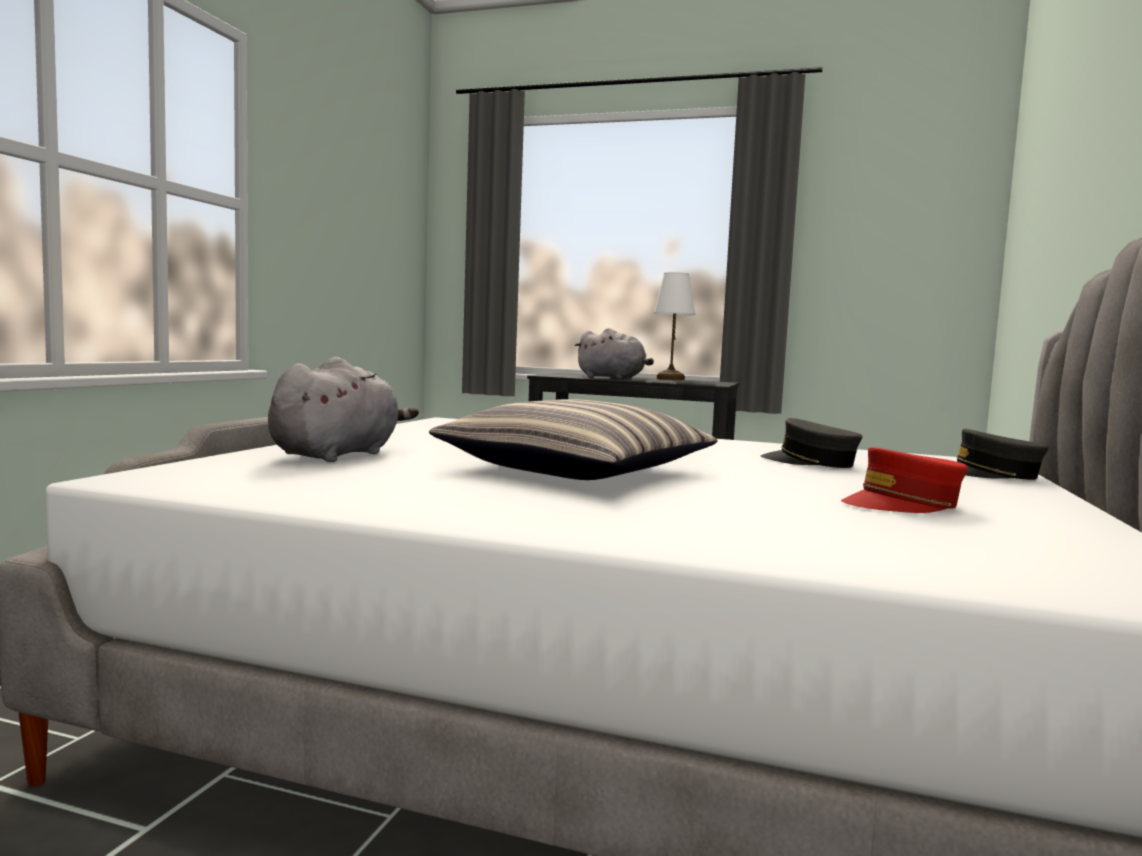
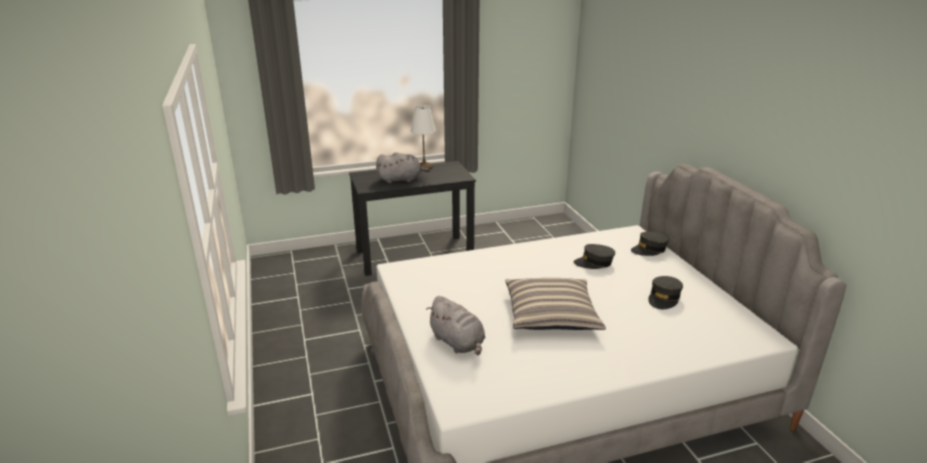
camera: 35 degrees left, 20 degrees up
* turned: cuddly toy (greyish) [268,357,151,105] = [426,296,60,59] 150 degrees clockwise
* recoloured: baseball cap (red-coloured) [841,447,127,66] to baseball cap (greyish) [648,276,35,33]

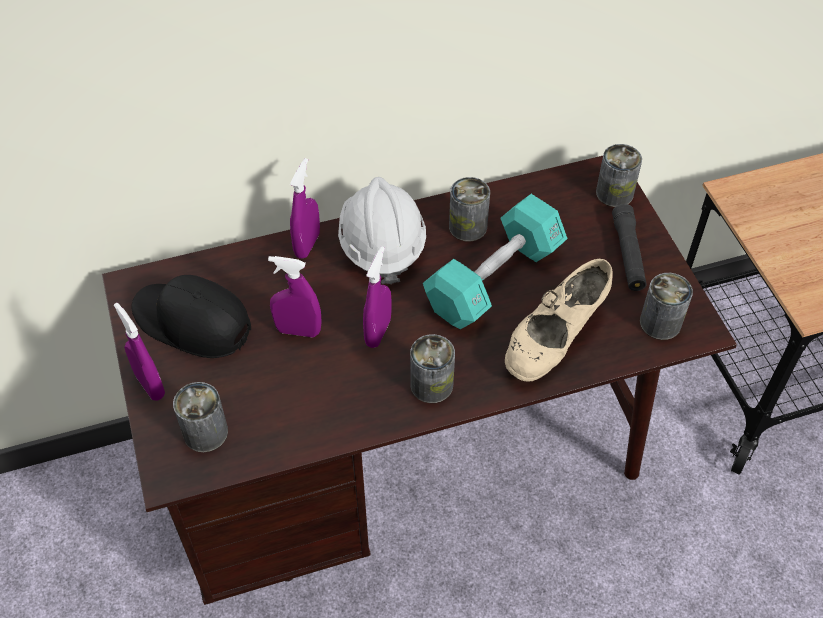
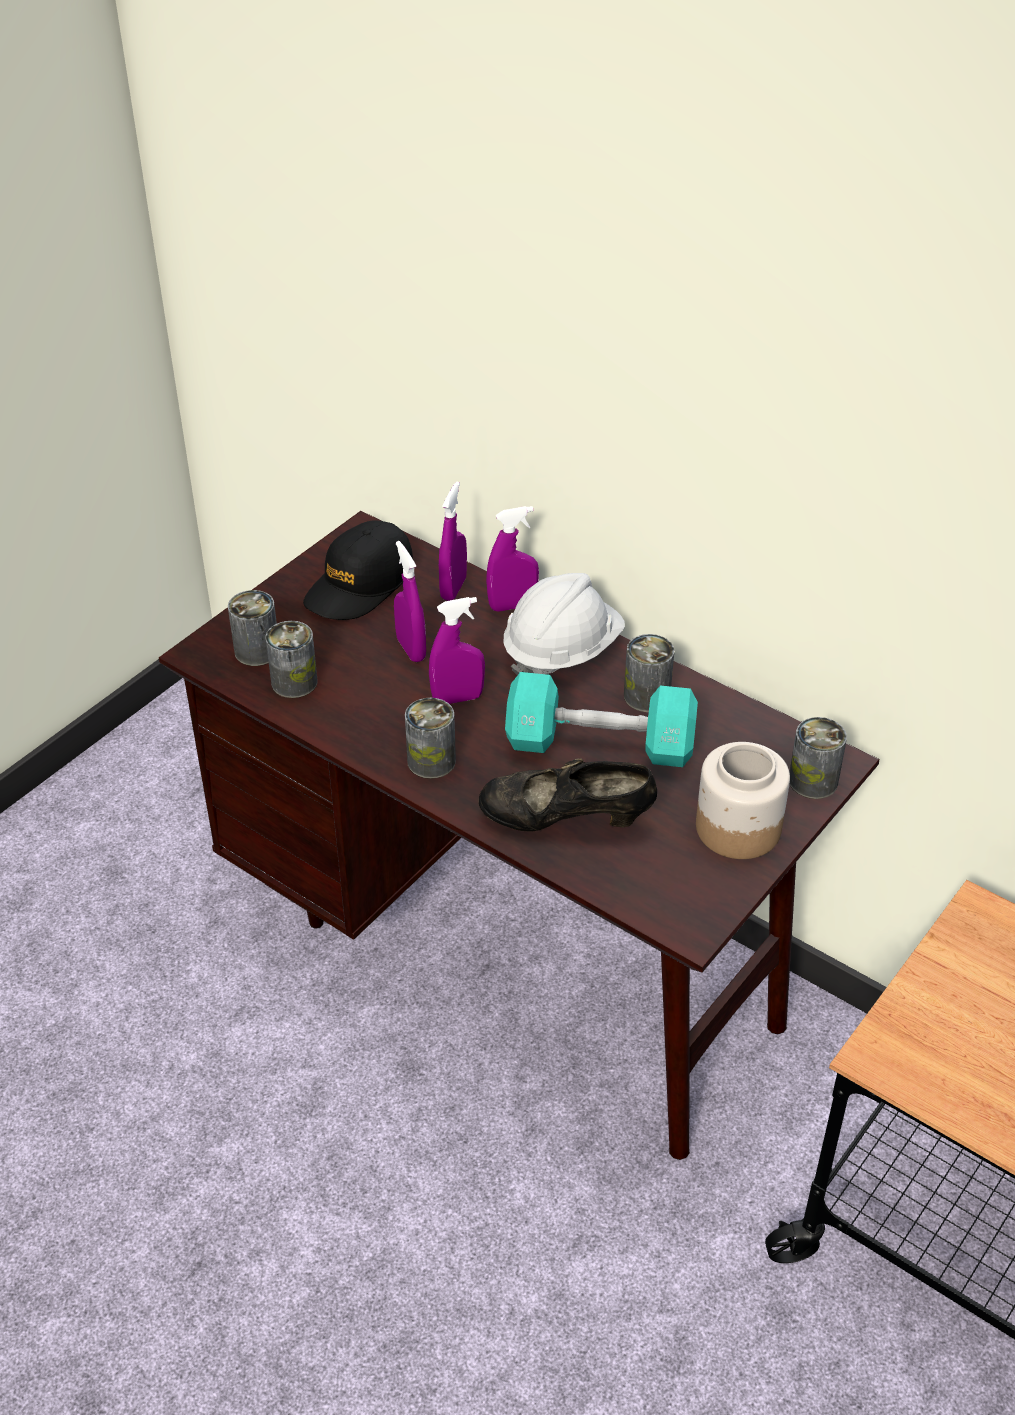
camera: 55 degrees right, 10 degrees down
* moved: sealed can [640,273,53,67] to [266,621,52,77]
* turned: baseball cap (blackish) [131,275,120,83] = [303,520,111,100] 135 degrees counterclockwise
* moved: spray bottle (purplish) [114,303,51,97] to [439,482,28,119]
* recoloured: shoe (sand-coloured) [505,259,108,123] to shoe (blackish) [479,758,178,74]
* replaced: flashlight (blackish) [612,204,35,87] to storage jar [696,742,94,117]

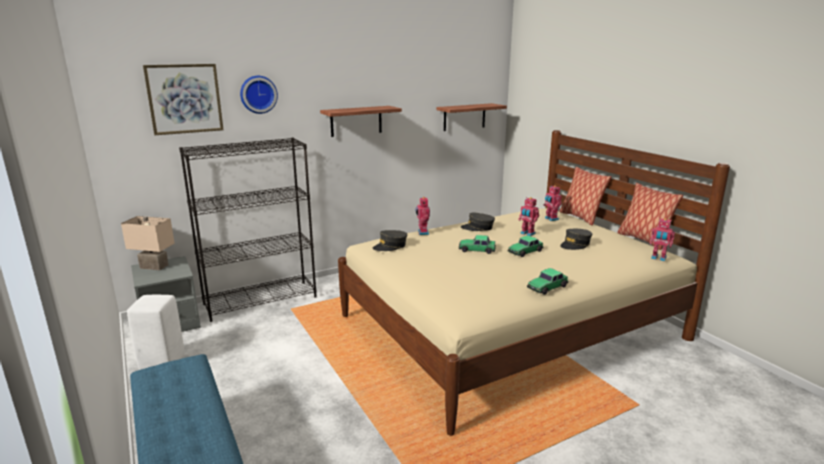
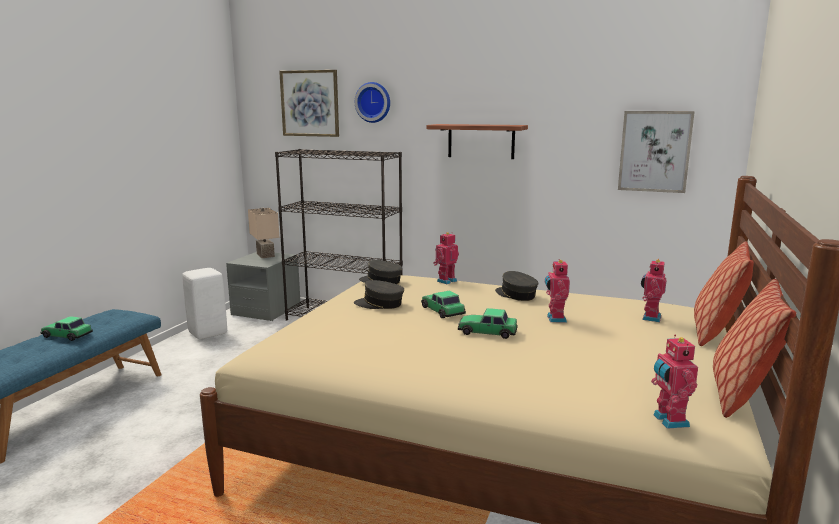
camera: 50 degrees right, 5 degrees down
* moved: toy car [527,268,41,27] to [41,316,52,25]
* moved: baseball cap (greyish) [560,229,32,21] to [354,280,50,29]
* replaced: shelf [436,103,71,28] to wall art [618,111,77,82]

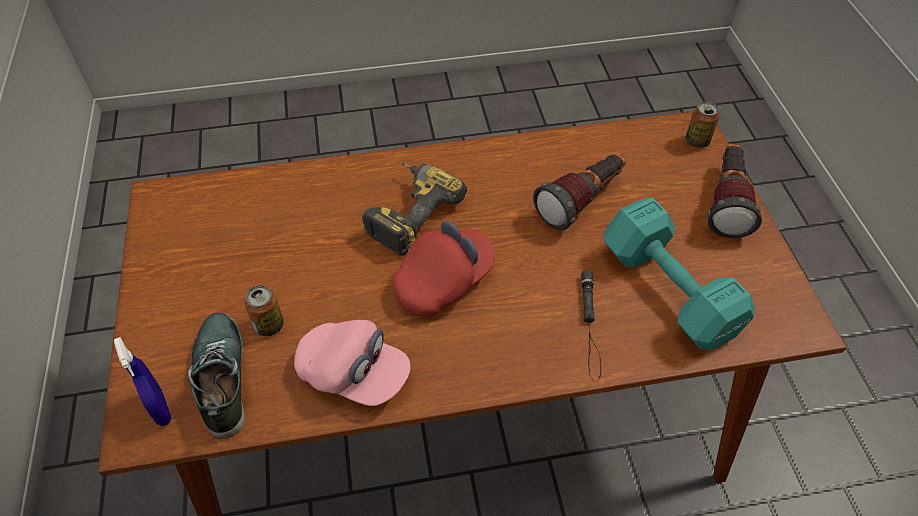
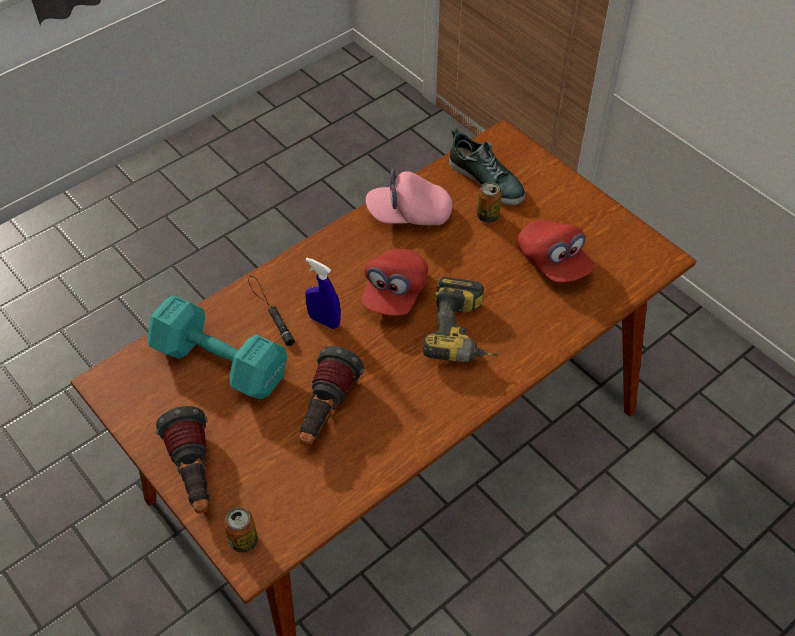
camera: 150 degrees right, 0 degrees up
* moved: spray bottle (bluish) [114,337,58,89] to [305,257,36,72]
* added: baseball cap (red-coloured) [517,220,77,62]

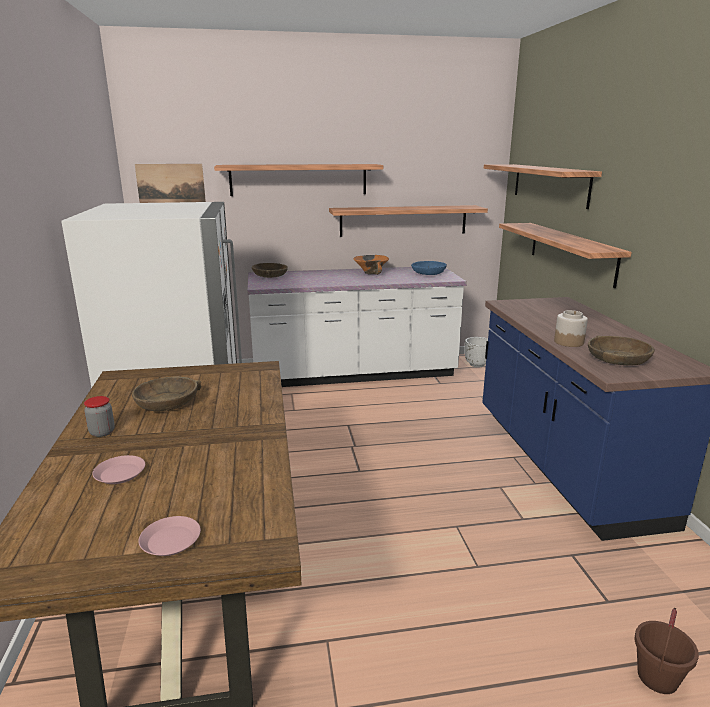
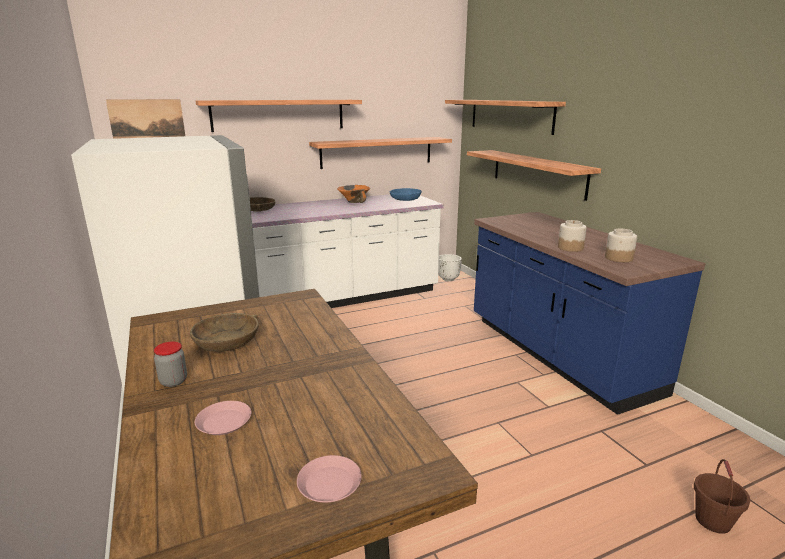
camera: 15 degrees left, 0 degrees up
* replaced: deep dish (brown-coloured) [588,335,67,30] to storage jar [605,228,32,34]

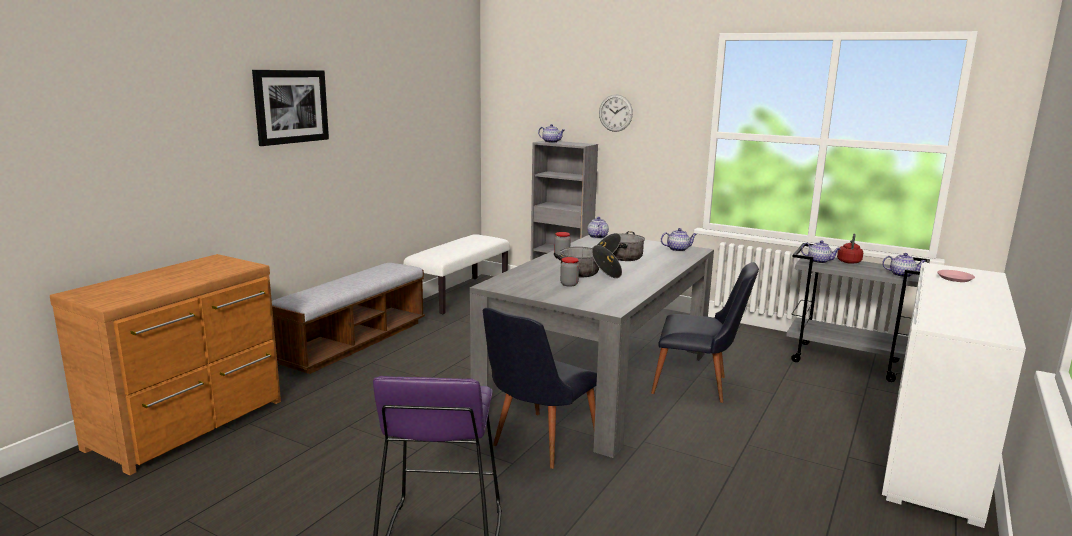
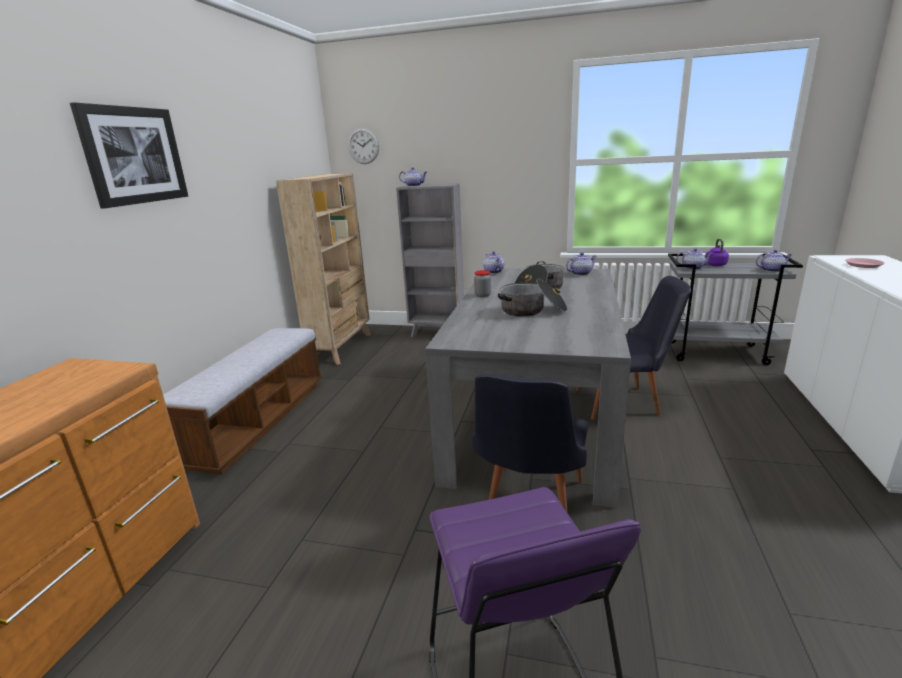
camera: 15 degrees left, 5 degrees up
* replaced: long seat (whitish) [403,234,107,80] to bookcase (sand-coloured) [276,173,95,192]
* moved: wall clock [599,94,34,38] to [348,128,31,36]
* recoloured: tea kettle (red-coloured) [837,233,26,31] to tea kettle (purplish) [705,239,24,27]
* removed: storage jar [560,257,19,30]

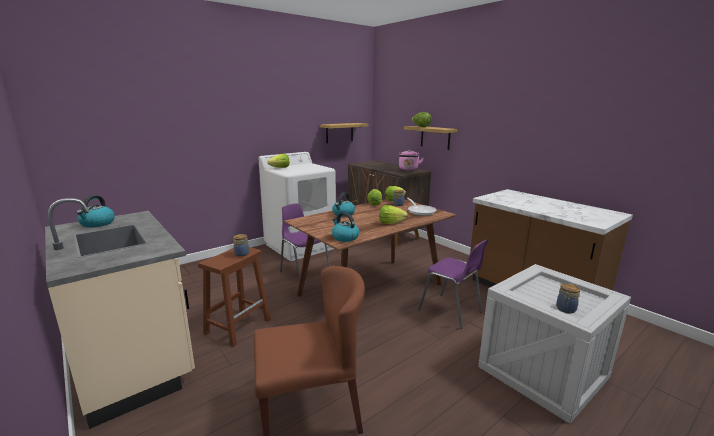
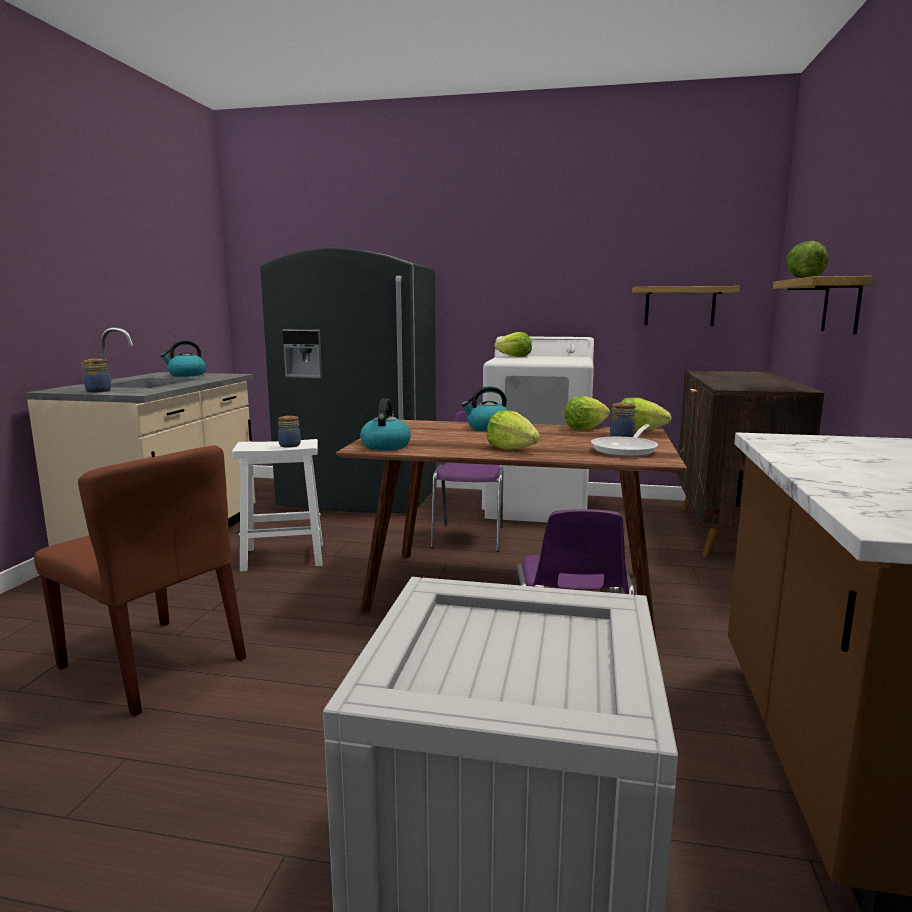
camera: 50 degrees right, 5 degrees down
* moved: storage jar [556,283,24,30] to [81,359,30,33]
* recoloured: stool (brown-coloured) [198,247,73,100] to stool (whitish) [232,439,91,133]
* added: kitchen fridge (greyish) [260,247,176,266]
* removed: tea kettle (pink) [399,150,25,20]

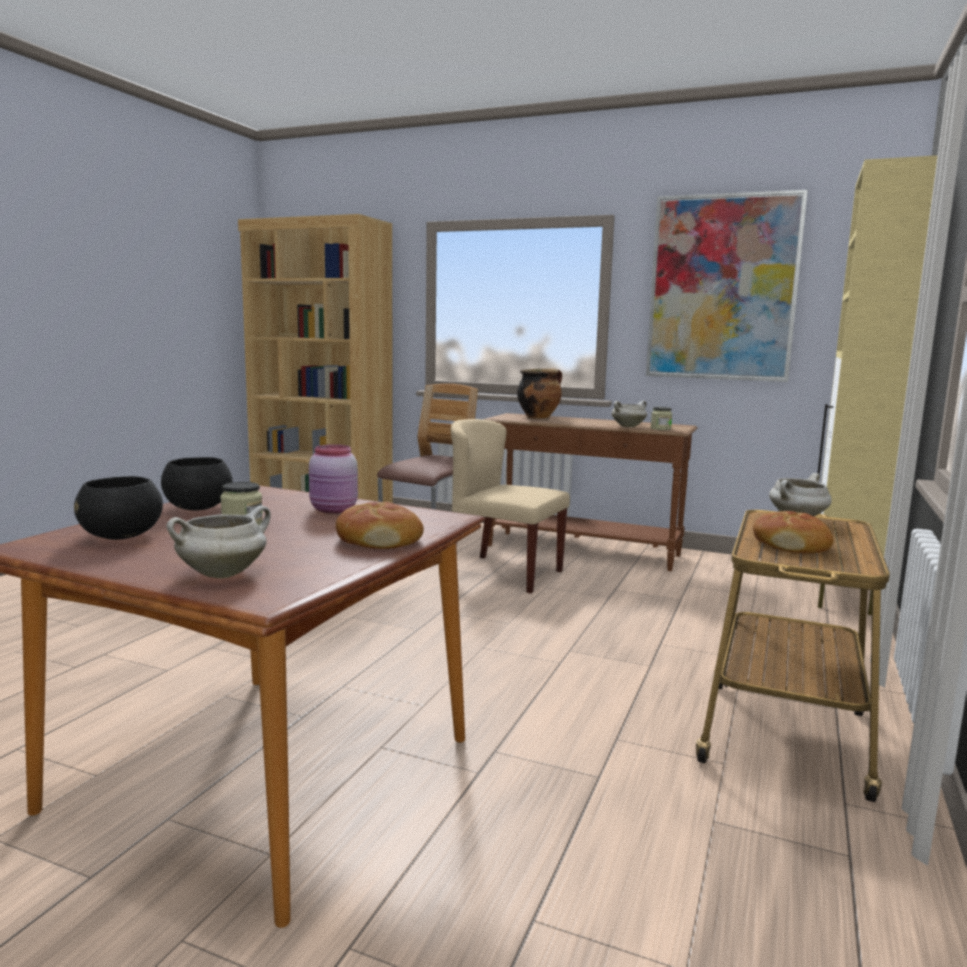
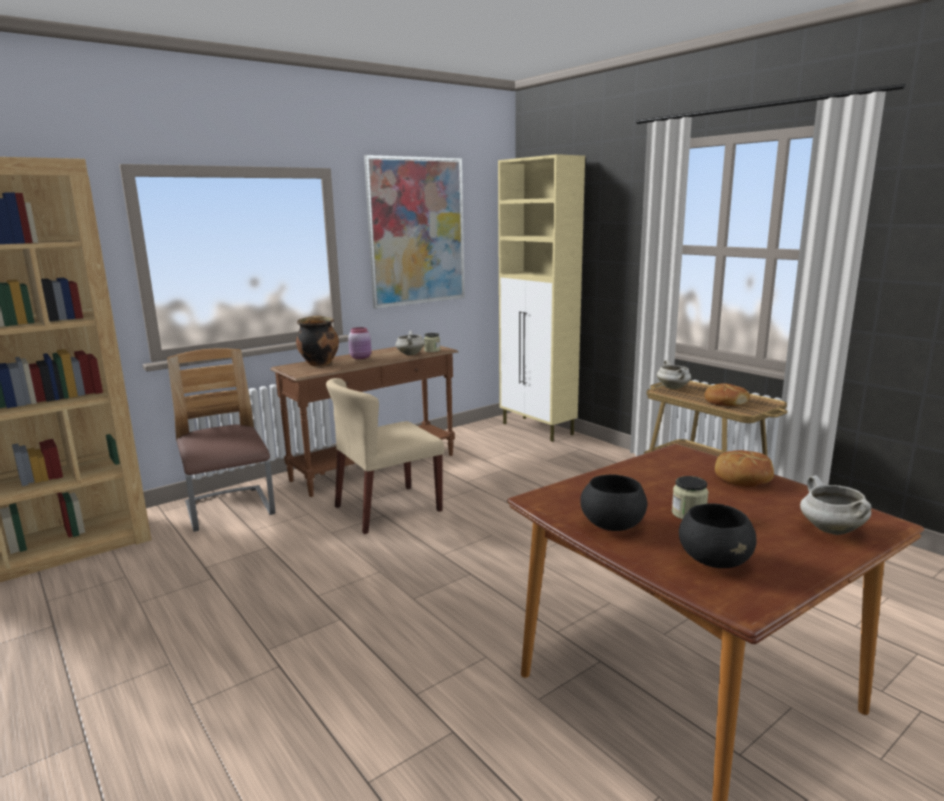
camera: 60 degrees left, 5 degrees up
* moved: storage jar (pink) [309,444,49,69] to [348,327,24,32]

